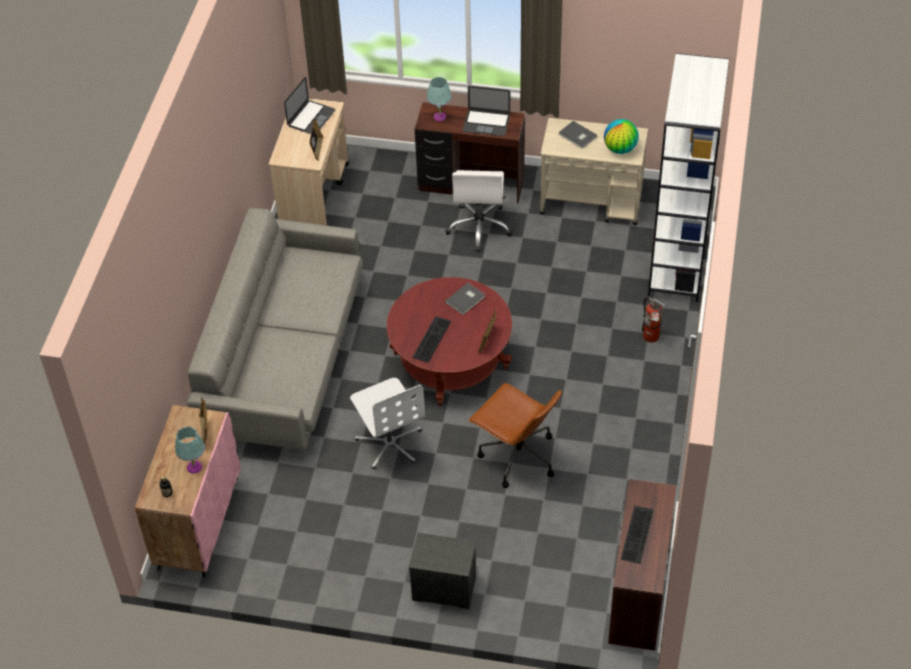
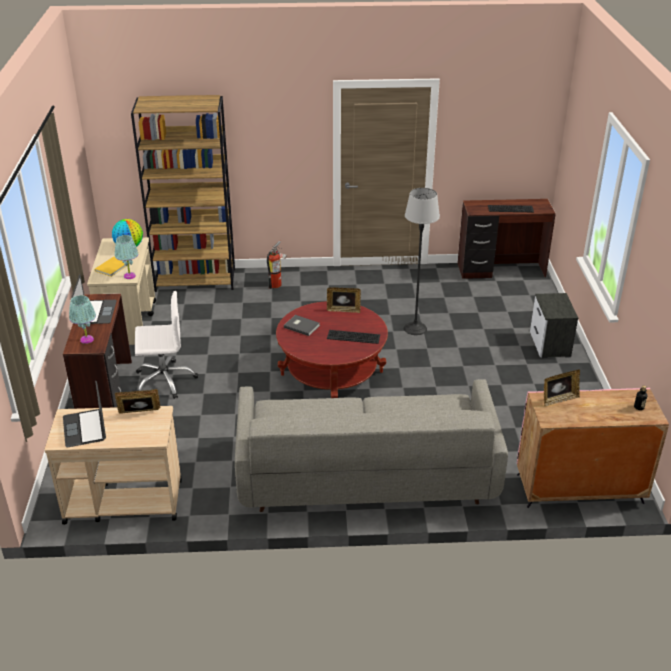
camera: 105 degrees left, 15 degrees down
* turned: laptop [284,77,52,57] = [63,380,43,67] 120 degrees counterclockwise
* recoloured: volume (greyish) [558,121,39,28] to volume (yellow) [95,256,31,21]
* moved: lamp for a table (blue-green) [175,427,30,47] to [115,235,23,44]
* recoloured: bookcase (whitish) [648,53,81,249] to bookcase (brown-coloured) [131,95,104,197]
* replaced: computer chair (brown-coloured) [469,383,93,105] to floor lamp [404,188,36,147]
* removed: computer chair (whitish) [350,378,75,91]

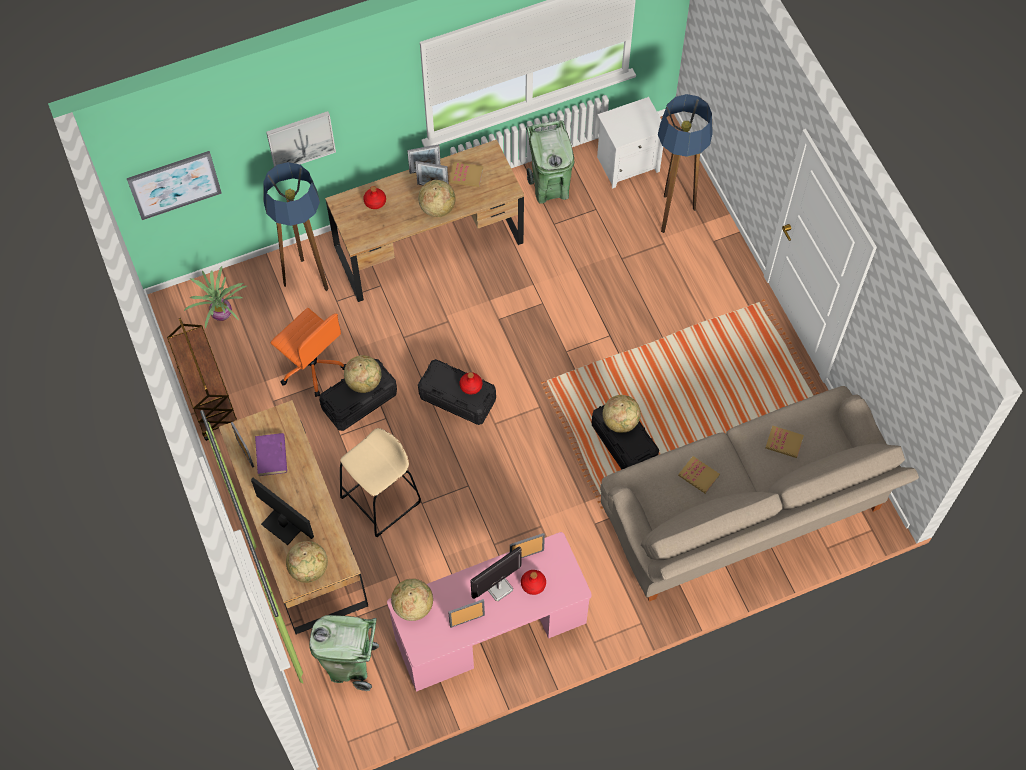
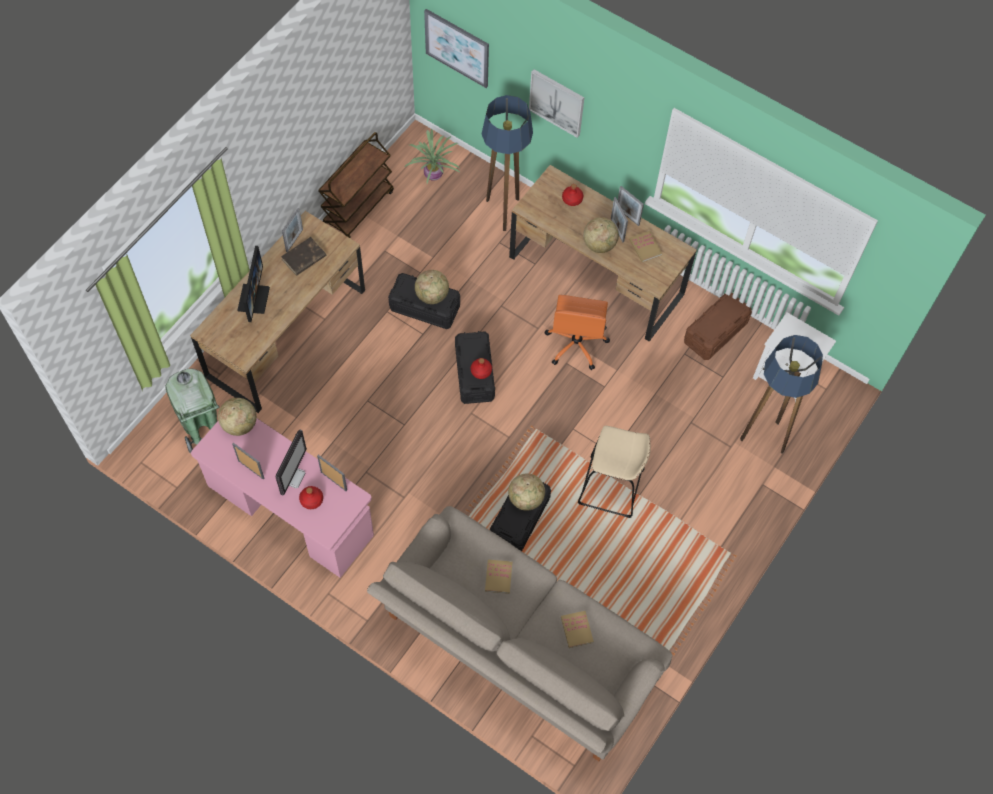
camera: 55 degrees right, 0 degrees up
* turned: monitor [471,547,51,54] = [276,430,31,66] 90 degrees clockwise
* recoloured: volume (purplish) [255,433,32,43] to volume (brown-coloured) [281,237,45,39]
* moved: computer chair (orangey) [271,308,75,89] to [545,295,65,75]
* moved: stool (sand-coloured) [340,428,81,109] to [578,426,73,92]
* replaced: rubbish bin (greenish) [526,121,48,83] to storage box (brown-coloured) [684,293,68,67]
* removed: desk globe [286,541,42,42]

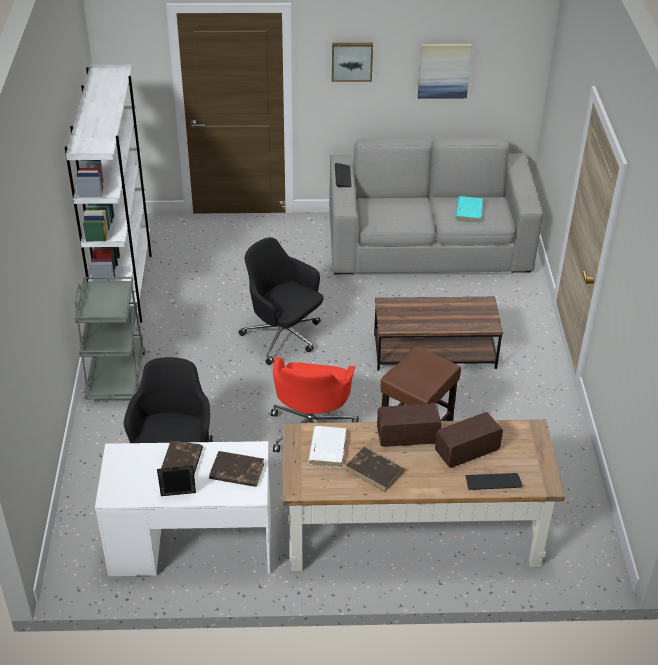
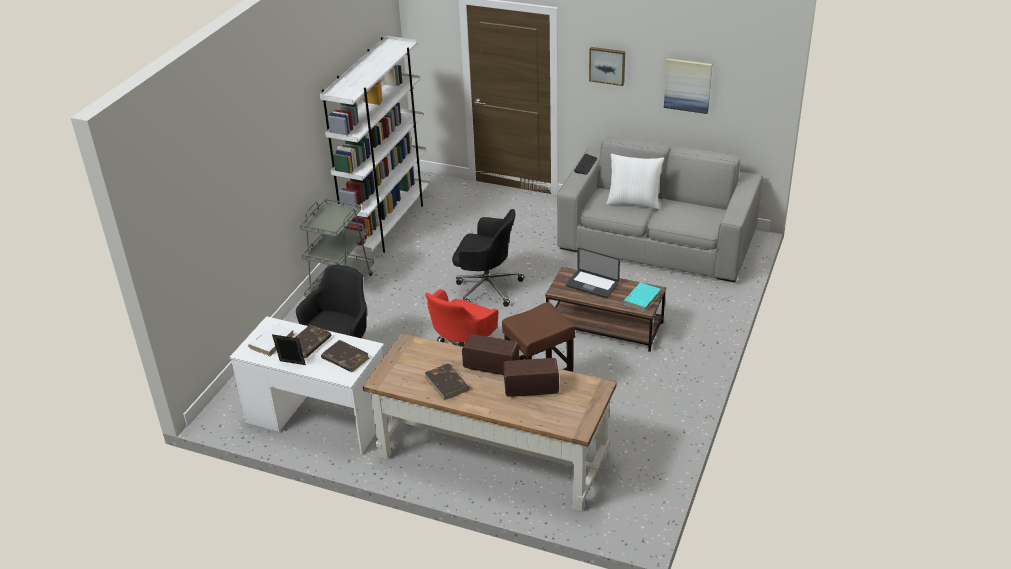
camera: 25 degrees right, 5 degrees down
* moved: volume (whitish) [308,426,38,42] to [248,323,46,33]
* turned: computer chair (blackish) [239,237,85,128] = [452,209,72,98] 135 degrees clockwise
* added: laptop [566,248,54,50]
* added: throw pillow (whitish) [606,154,58,56]
* moved: volume (blue-green) [456,196,27,27] to [623,282,38,30]
* removed: computer keyboard [466,473,56,17]

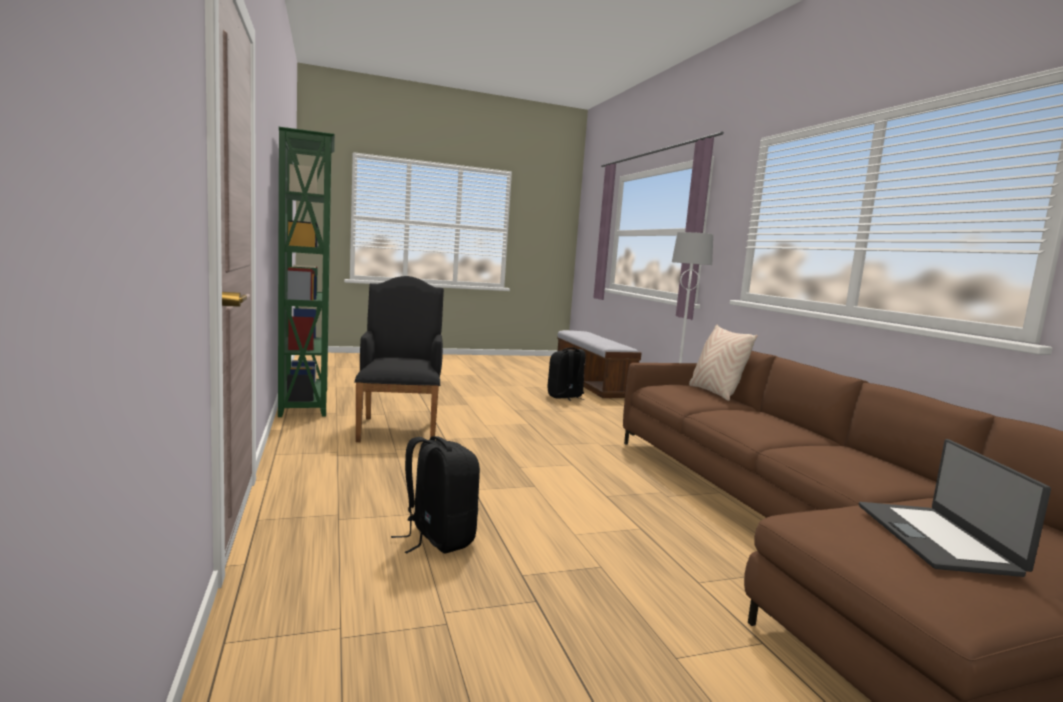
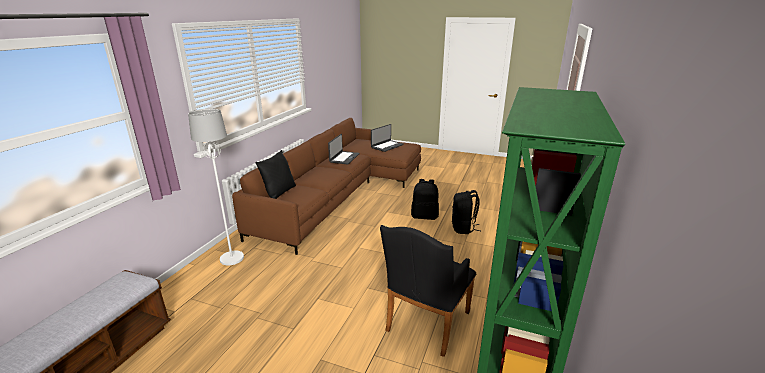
camera: 140 degrees left, 15 degrees up
* recoloured: throw pillow (sand-coloured) [689,325,69,76] to throw pillow (blackish) [255,150,41,49]
* added: laptop [328,134,32,31]
* moved: backpack (blackish) [548,348,38,53] to [411,179,28,41]

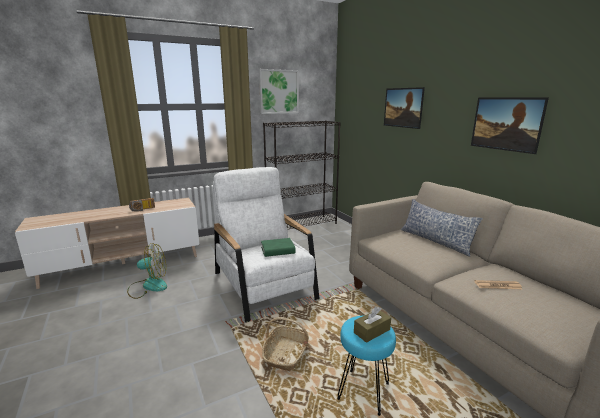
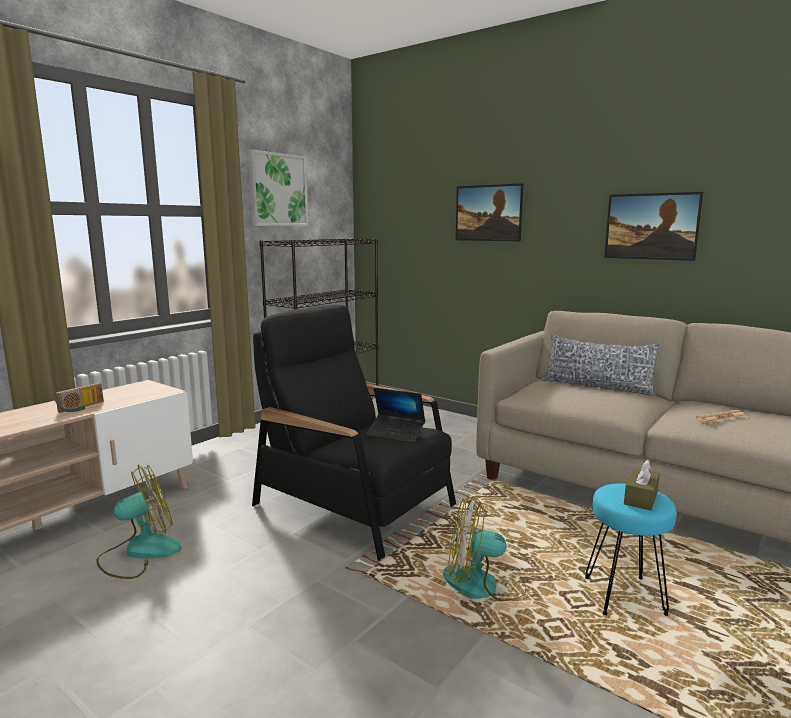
camera: 25 degrees left, 5 degrees down
* recoloured: armchair (whitish) [213,167,107,155] to armchair (blackish) [252,305,204,256]
* replaced: volume (greenish) [261,238,35,19] to laptop [365,388,60,55]
* replaced: basket [262,317,47,54] to fan [443,496,83,105]

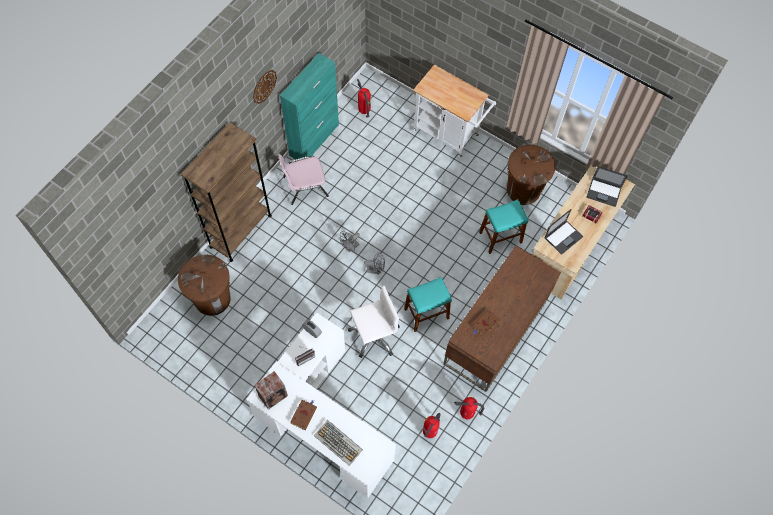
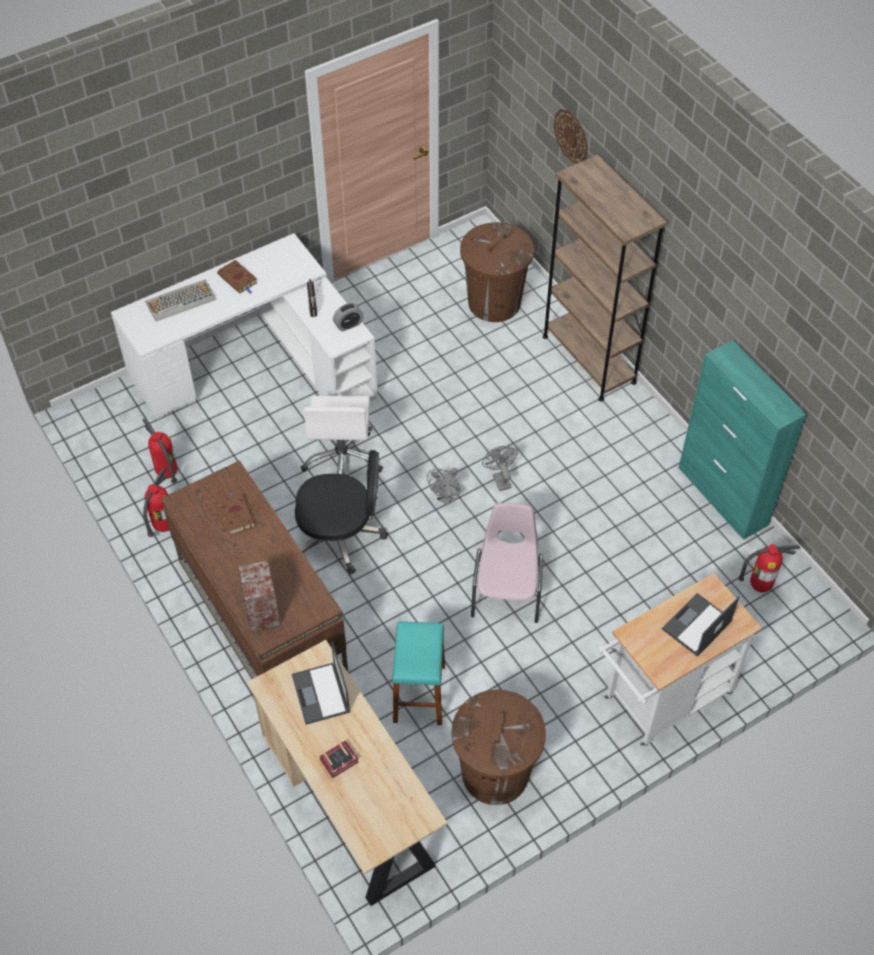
camera: 115 degrees right, 10 degrees down
* moved: audio speaker [254,371,34,39] to [238,561,42,70]
* replaced: stool (blue-green) [404,277,48,55] to computer chair (blackish) [295,450,93,124]
* moved: upright chair (pink) [278,154,51,51] to [471,503,72,120]
* moved: wall clock [253,70,24,34] to [554,109,34,55]
* moved: laptop [586,166,42,41] to [662,593,77,64]

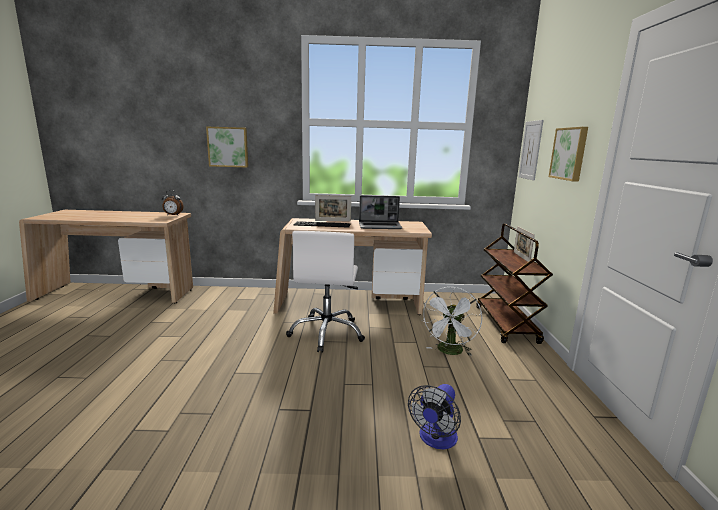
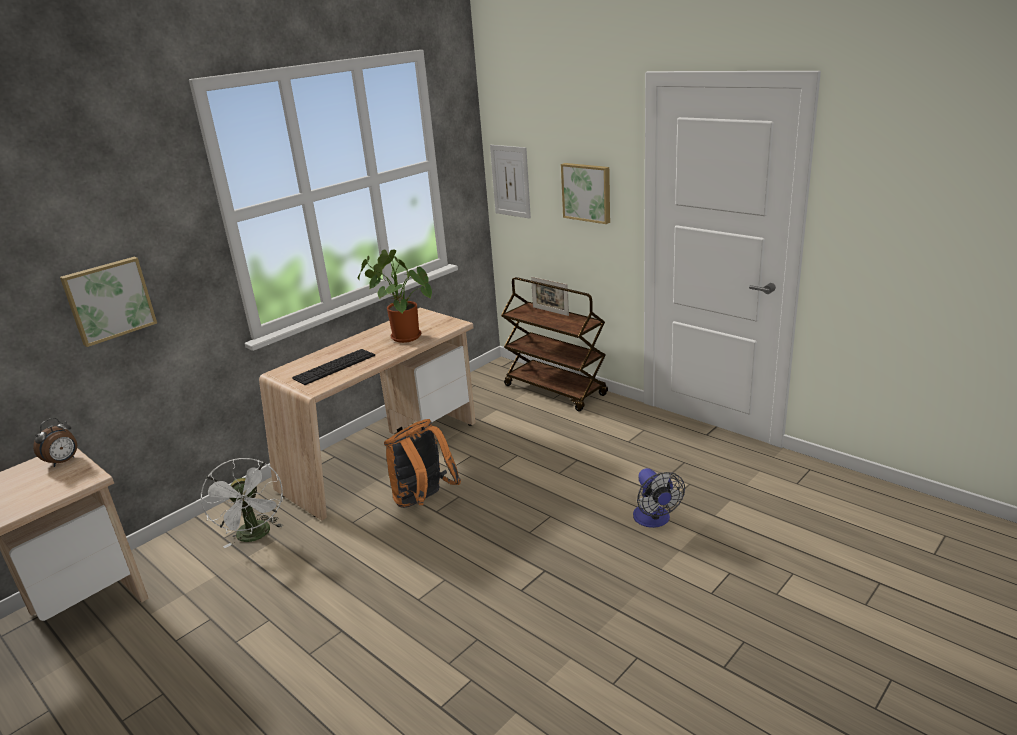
camera: 45 degrees left, 10 degrees up
* moved: fan (whitish) [421,287,61,69] to [201,458,82,90]
* replaced: laptop [359,195,43,34] to houseplant [357,249,75,94]
* replaced: computer chair (whitish) [286,231,79,121] to backpack (orangey) [384,419,77,89]
* removed: photo frame [315,195,36,27]

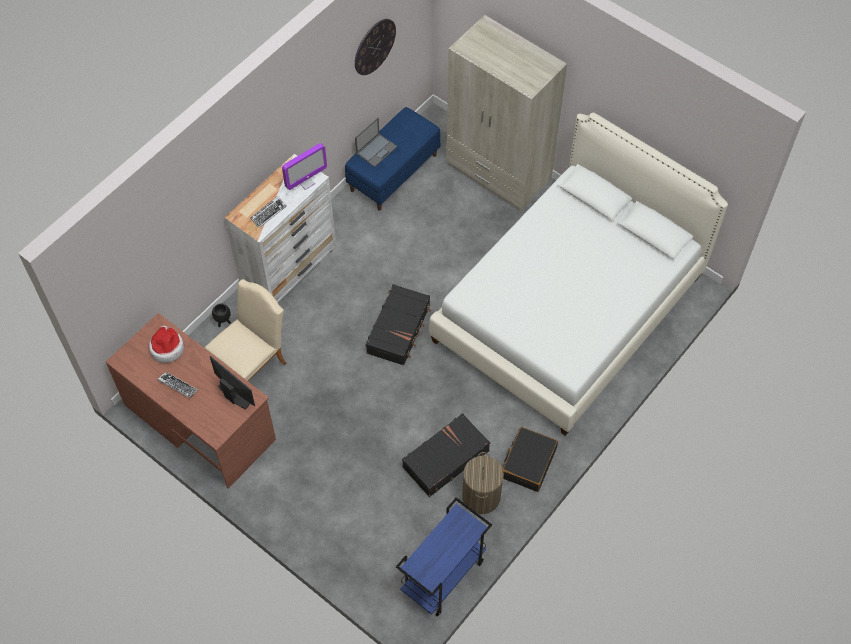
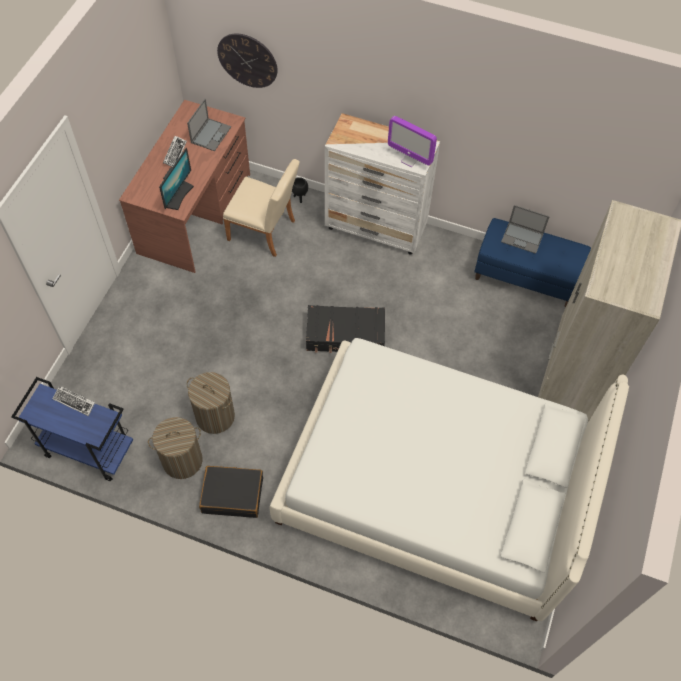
camera: 70 degrees right, 0 degrees up
* moved: computer keyboard [250,196,37,32] to [53,385,42,31]
* replaced: piece of luggage (blackish) [402,413,88,84] to washing basket [186,372,49,62]
* replaced: clothing hat [149,325,35,38] to laptop [187,99,44,52]
* moved: wall clock [355,19,41,56] to [217,34,61,54]

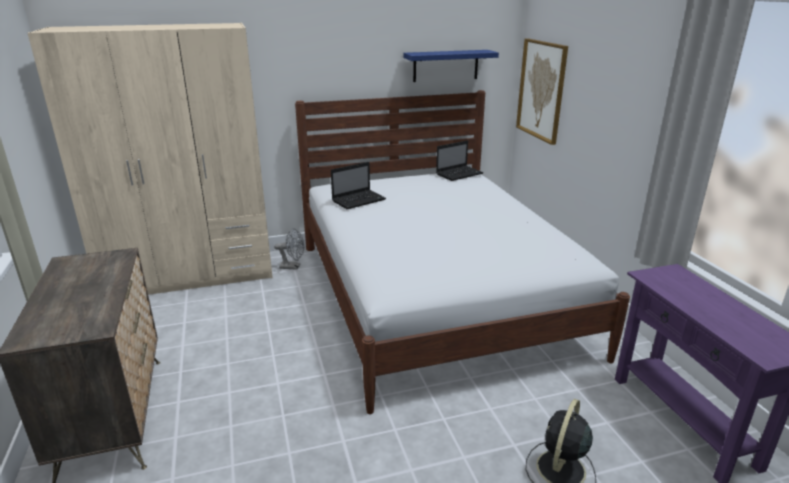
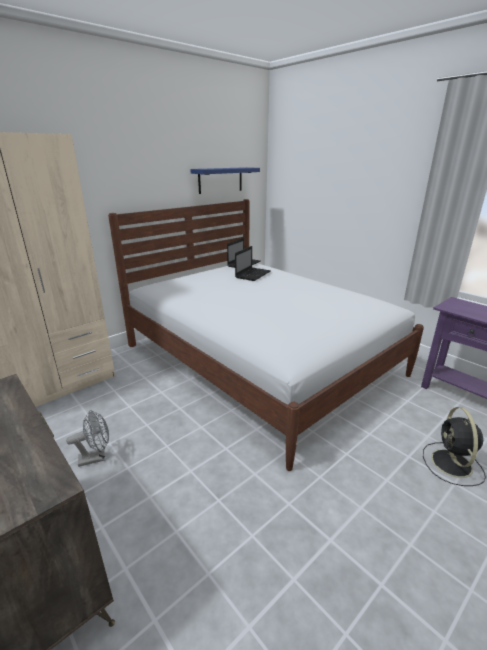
camera: 25 degrees left, 0 degrees up
* moved: fan (greyish) [274,228,30,42] to [66,410,43,57]
* moved: laptop [331,162,55,47] to [235,246,36,35]
* removed: wall art [516,38,52,107]

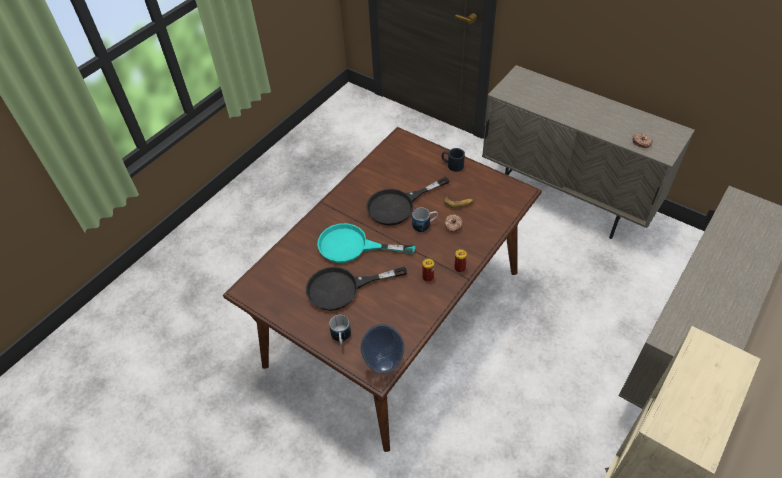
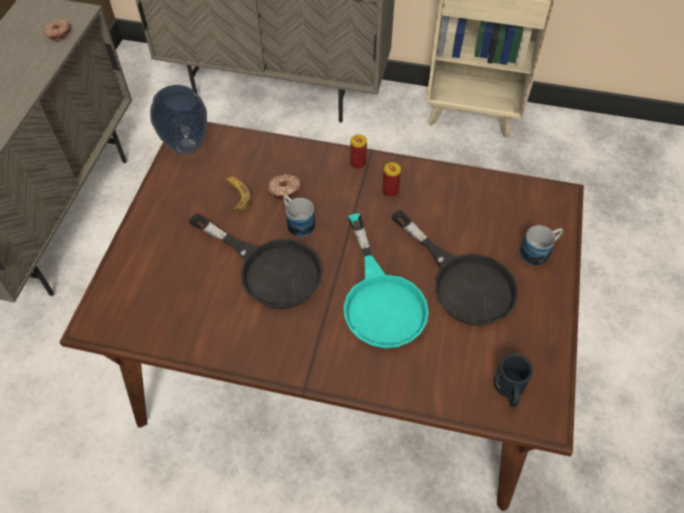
camera: 115 degrees left, 5 degrees up
* moved: flower vase [360,324,45,50] to [150,85,57,69]
* moved: coffee mug (blackish) [442,148,23,24] to [494,353,39,54]

